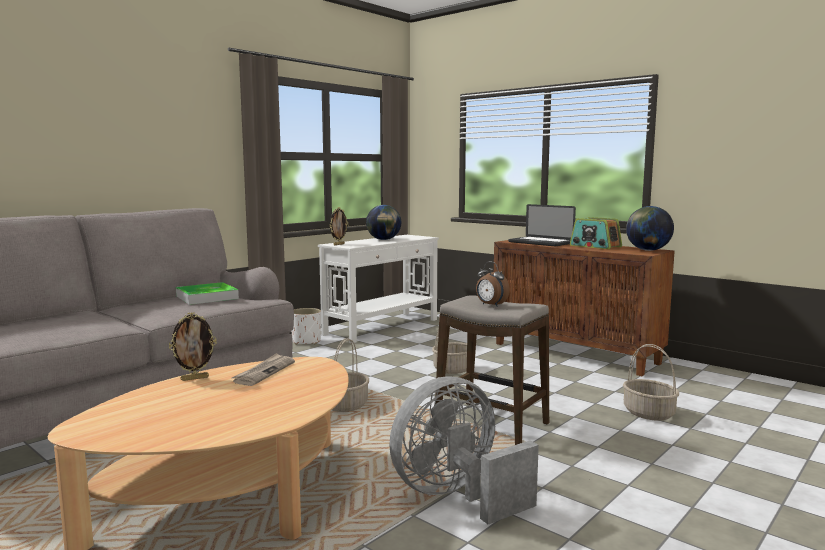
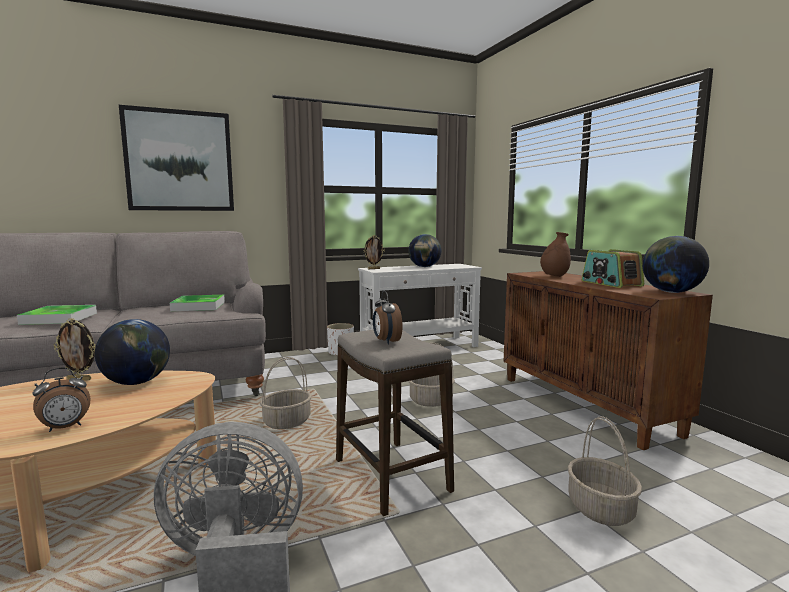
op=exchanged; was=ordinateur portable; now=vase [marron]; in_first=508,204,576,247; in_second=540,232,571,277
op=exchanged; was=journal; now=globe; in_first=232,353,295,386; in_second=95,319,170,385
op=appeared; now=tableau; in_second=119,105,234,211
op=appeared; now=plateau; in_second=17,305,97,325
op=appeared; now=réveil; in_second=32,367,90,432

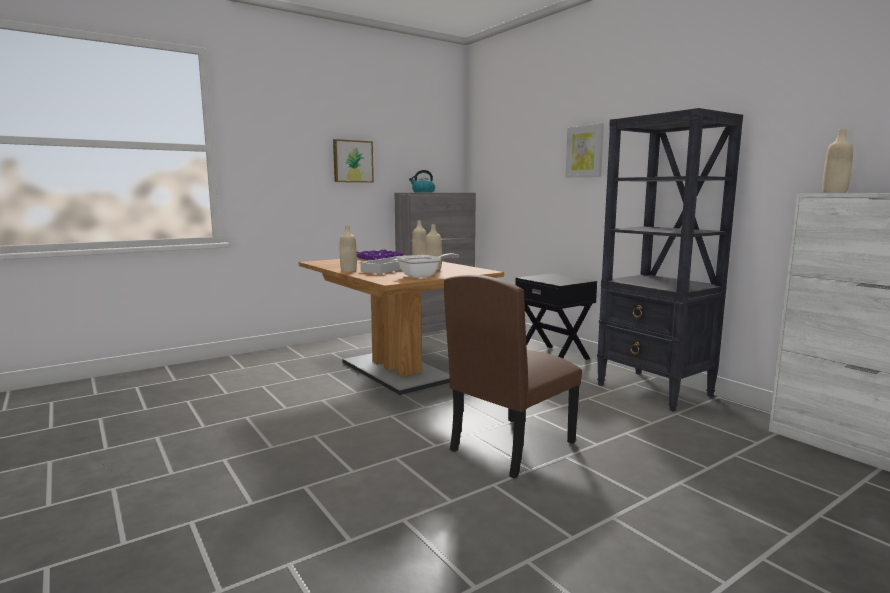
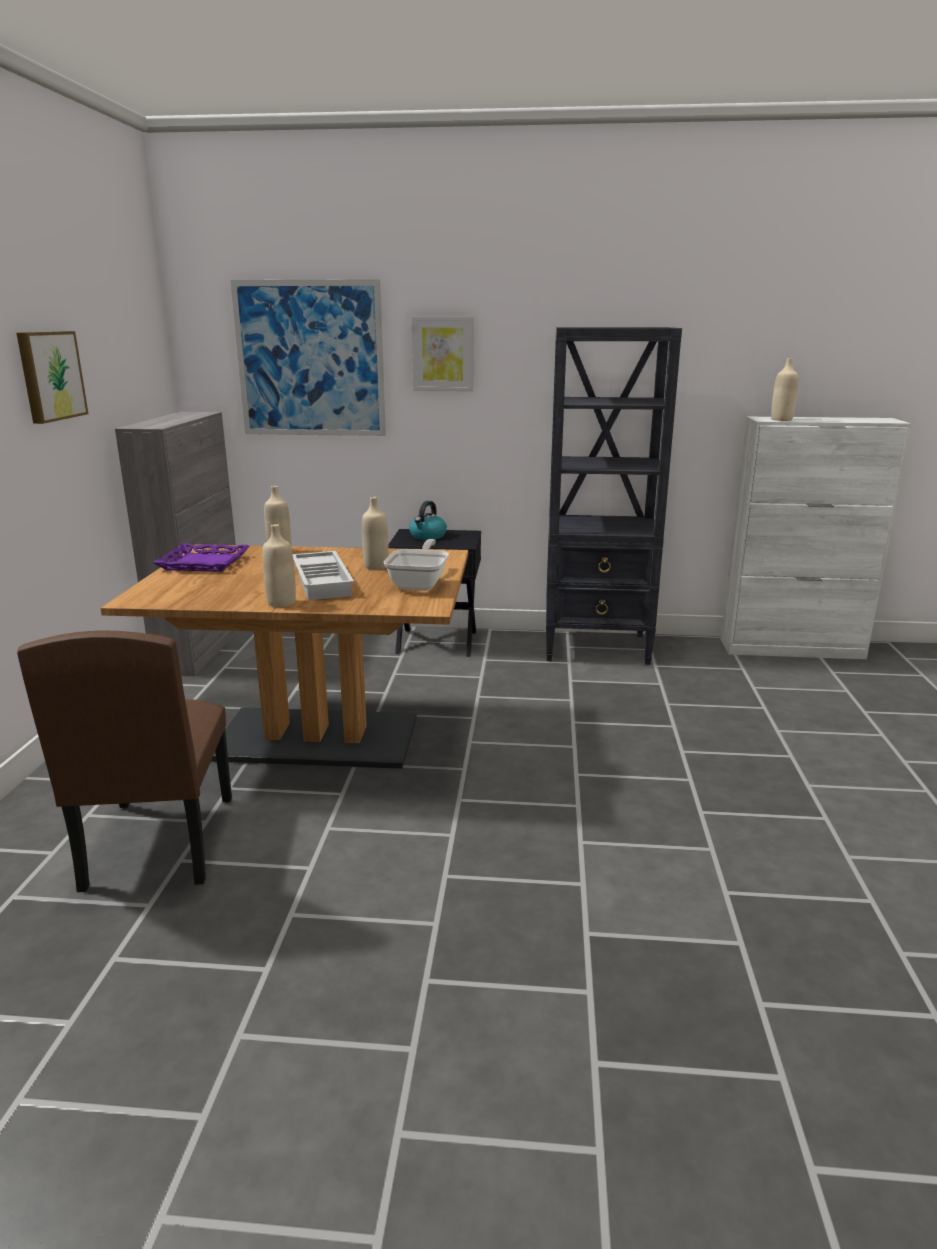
op=relocated; was=bouilloire; in_first=409,170,435,193; in_second=409,501,447,540
op=relocated; was=chaise [marron]; in_first=444,275,582,479; in_second=17,630,232,892
op=appeared; now=tableau; in_second=230,279,386,436

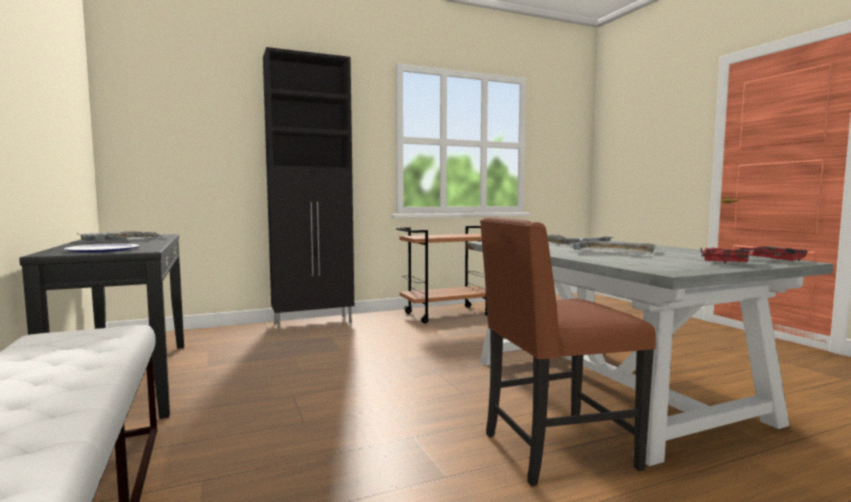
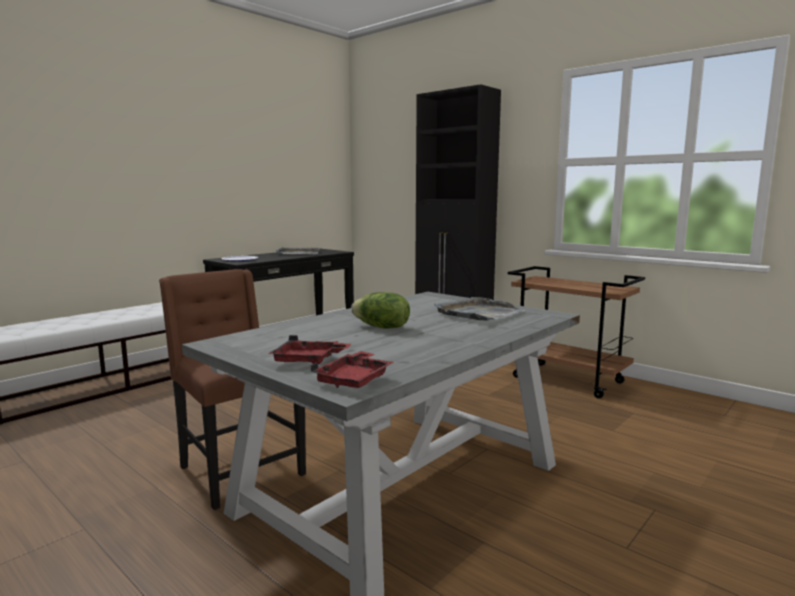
op=exchanged; was=plateau [gris]; now=laitue; in_first=570,239,656,255; in_second=351,292,410,329

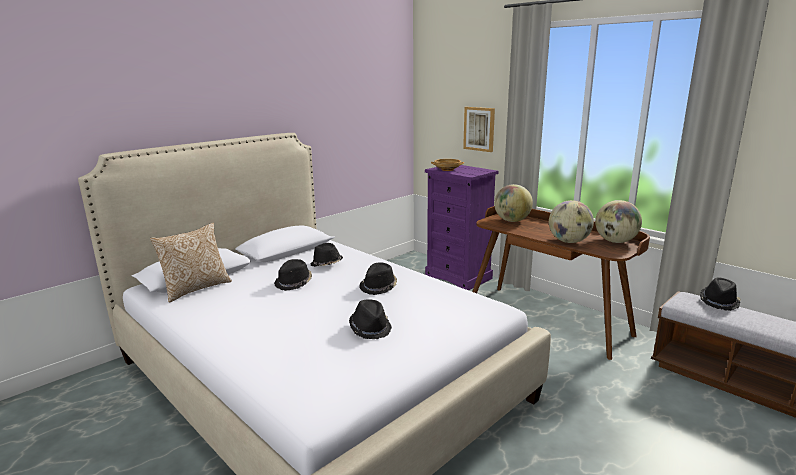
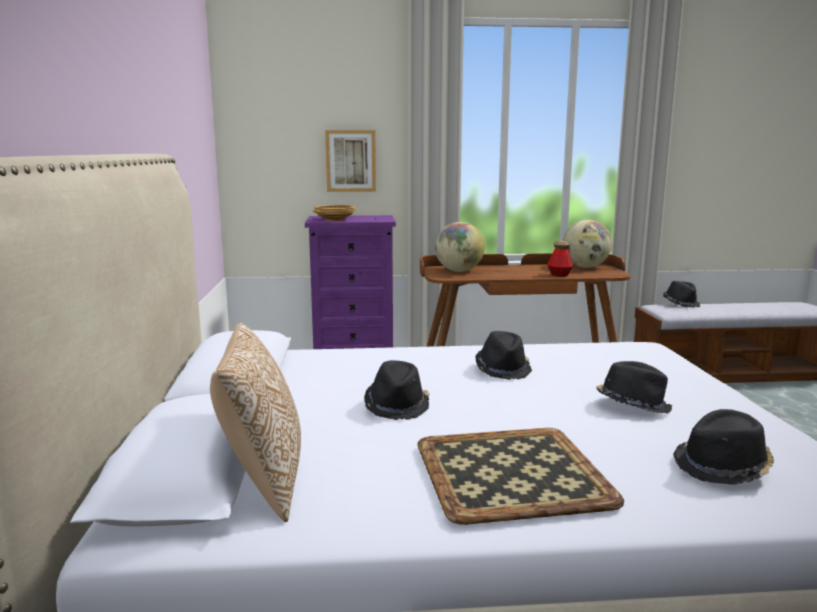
op=exchanged; was=globe; now=bouteille; in_first=549,200,594,243; in_second=547,241,573,276
op=relocated; was=chapeau [noir]; in_first=310,243,343,267; in_second=673,409,774,485
op=appeared; now=plateau; in_second=418,428,624,525

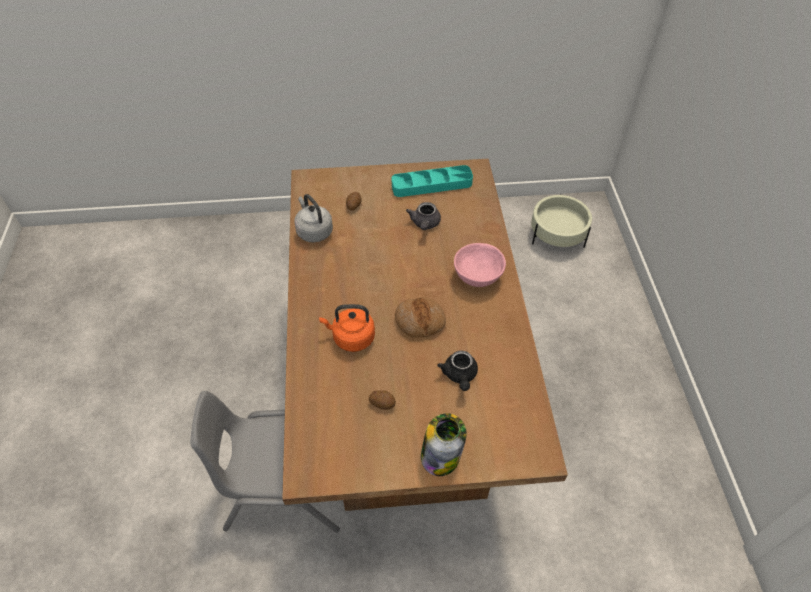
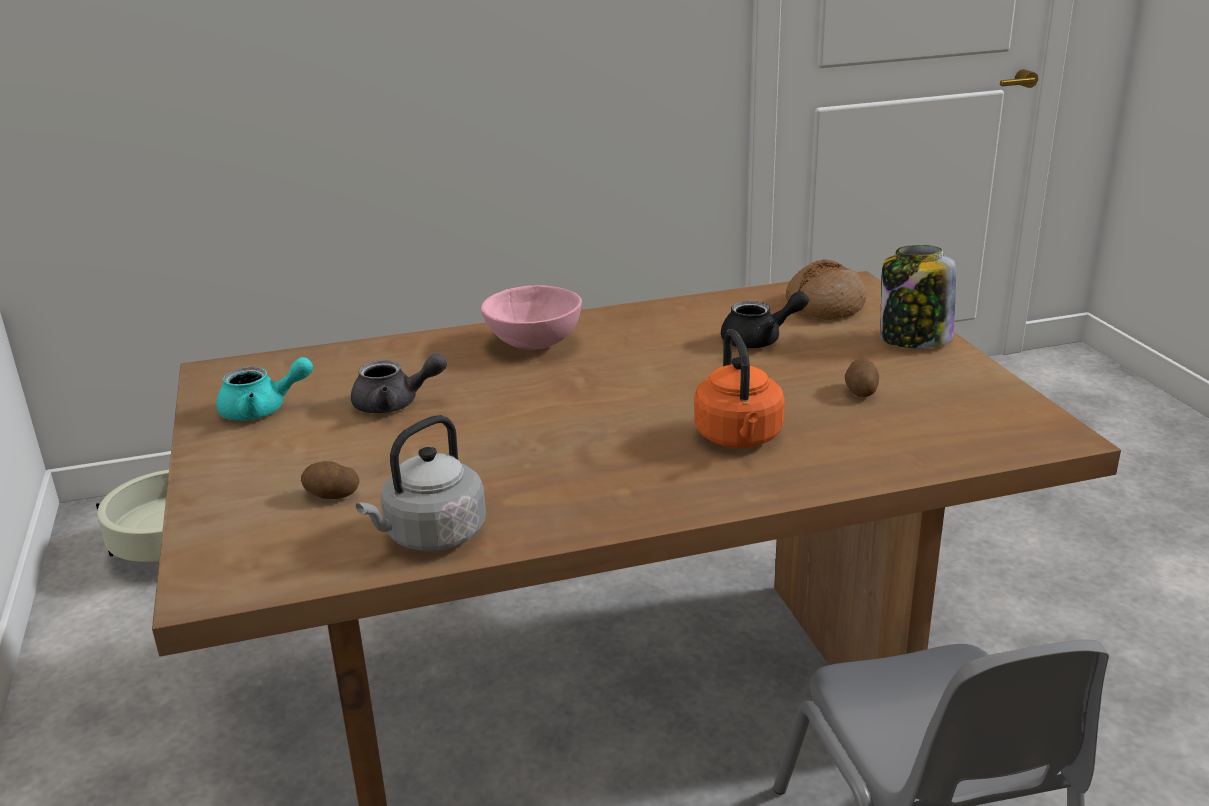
op=exchanged; was=plateau [turquoise]; now=théière [turquoise]; in_first=392,165,473,197; in_second=216,357,313,421
op=relocated; was=pain; in_first=395,297,446,338; in_second=786,259,866,320

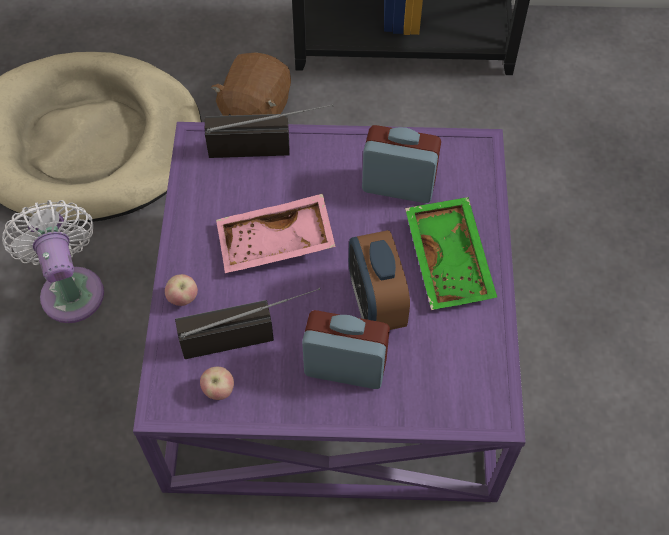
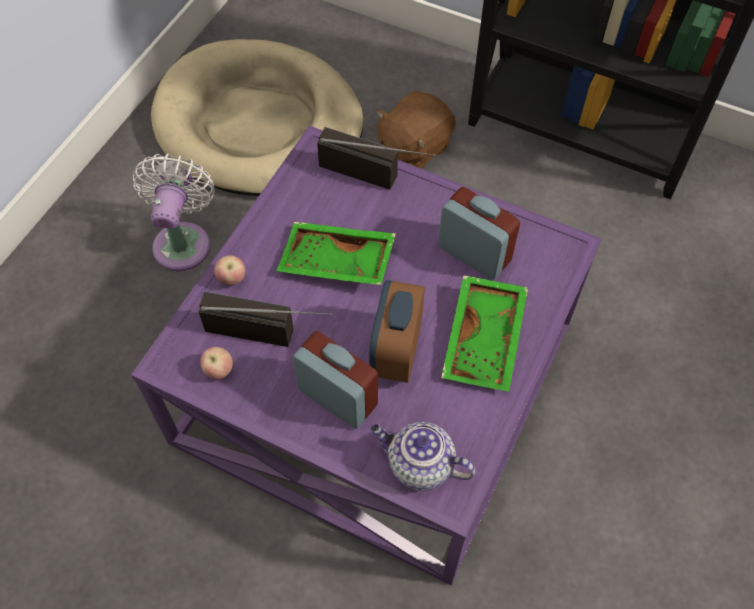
op=colour; was=plateau [rose]; now=plateau [vert]; in_first=216,194,336,273; in_second=276,222,396,285
op=appeared; now=théière; in_second=370,422,475,491

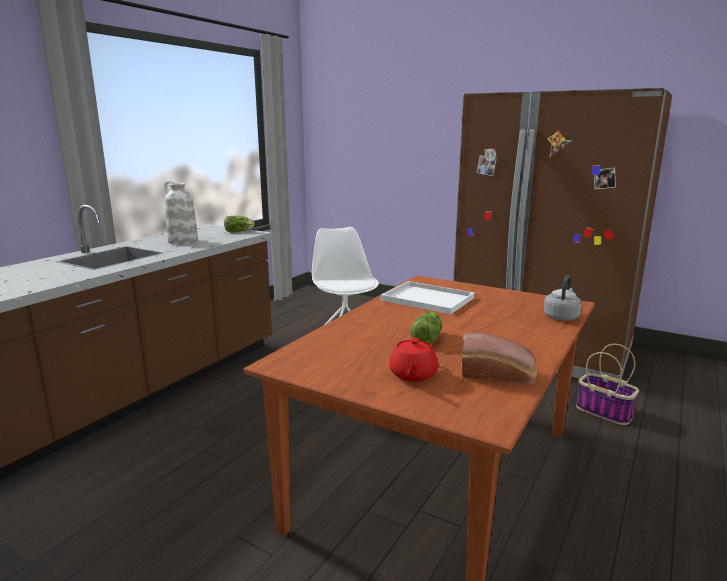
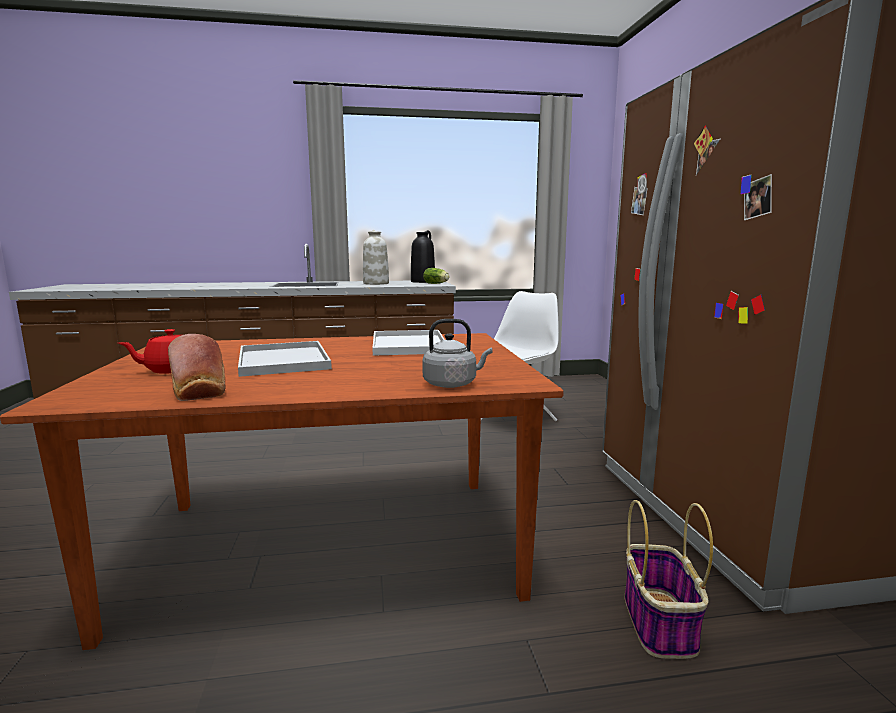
op=exchanged; was=laitue; now=plateau [blanc]; in_first=410,312,442,344; in_second=238,341,332,377
op=appeared; now=vase [noir]; in_second=411,230,435,283

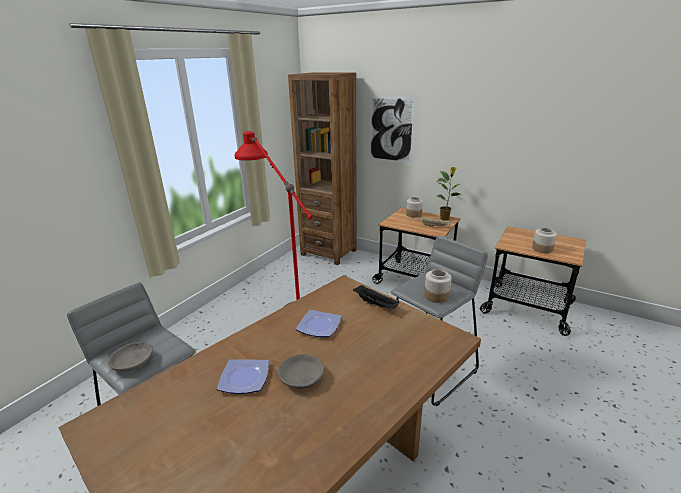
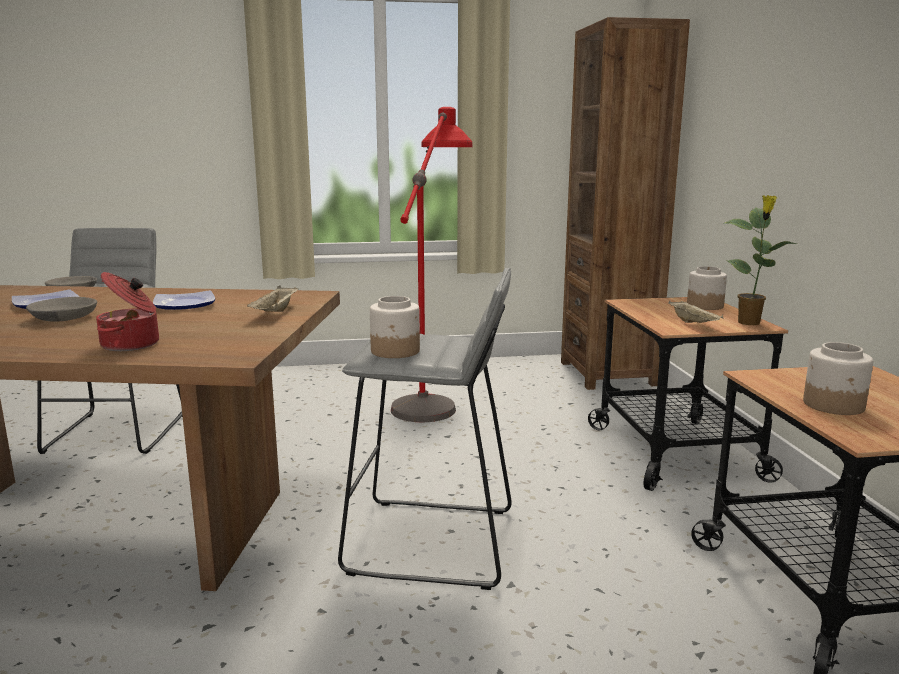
op=missing; was=tableau; in_first=370,96,415,163
op=colour; was=plateau [noir]; now=plateau [beige]; in_first=353,285,399,310; in_second=247,285,298,312
op=appeared; now=marmite; in_second=96,272,159,351

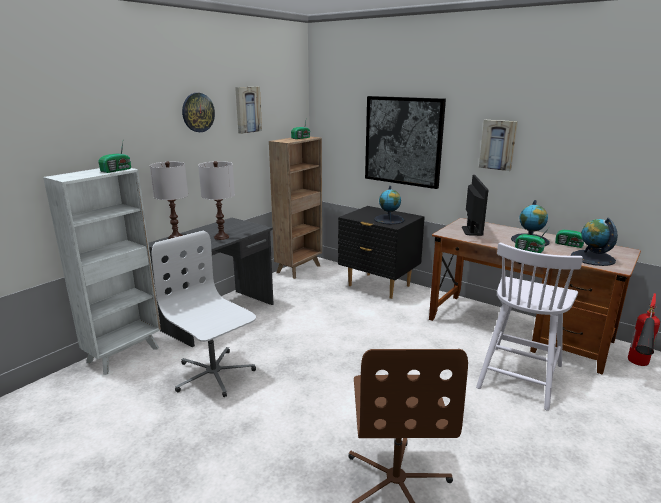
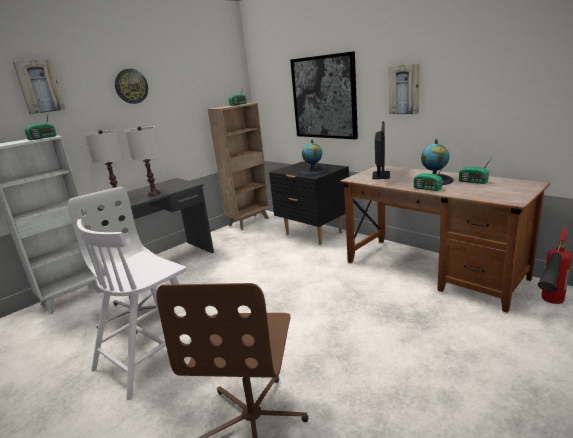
op=relocated; was=tableau; in_first=235,87,262,134; in_second=13,60,65,114
op=missing; was=globe; in_first=571,218,618,266
op=relocated; was=chaise [blanc]; in_first=476,242,583,411; in_second=77,219,187,400

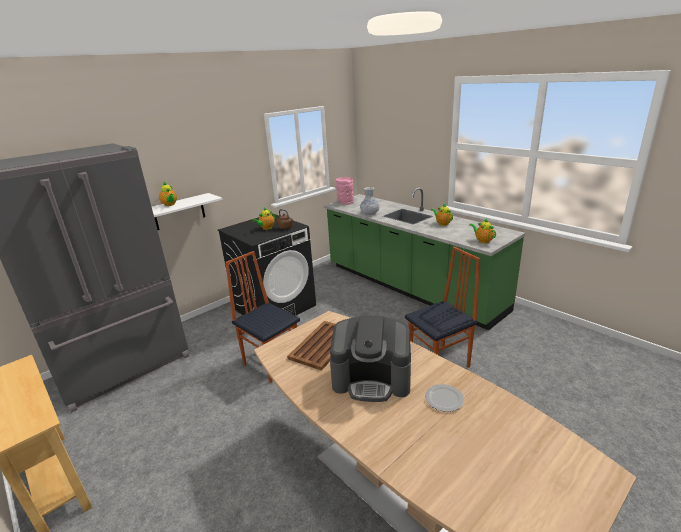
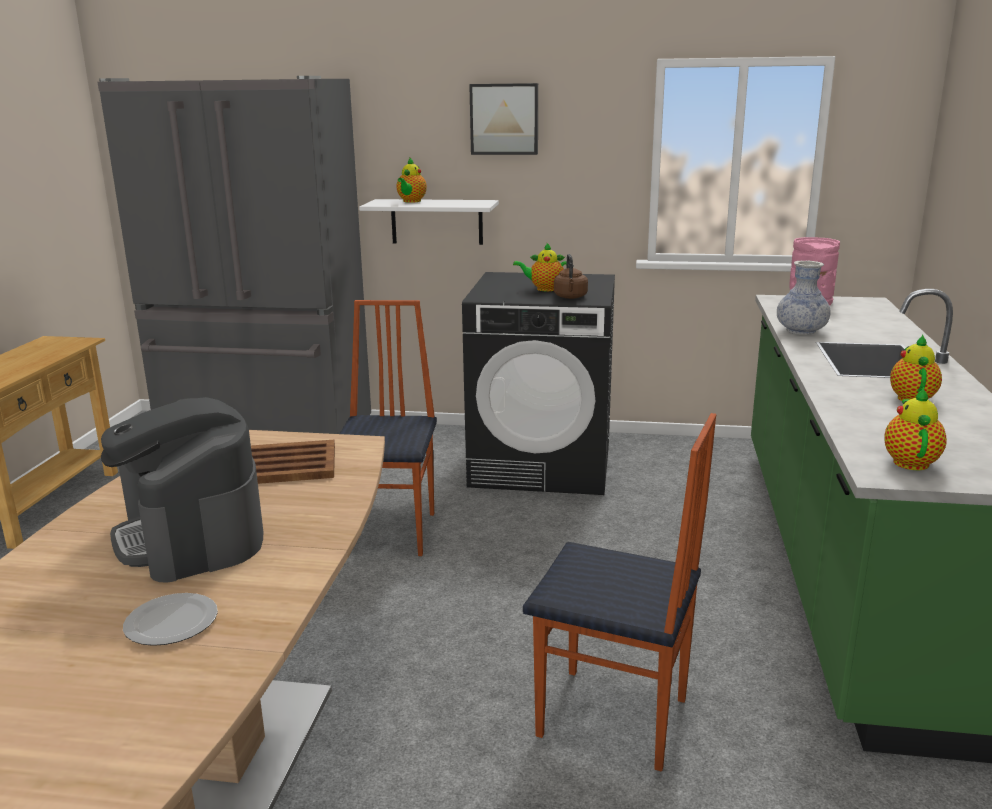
op=appeared; now=tableau; in_second=469,83,538,155

